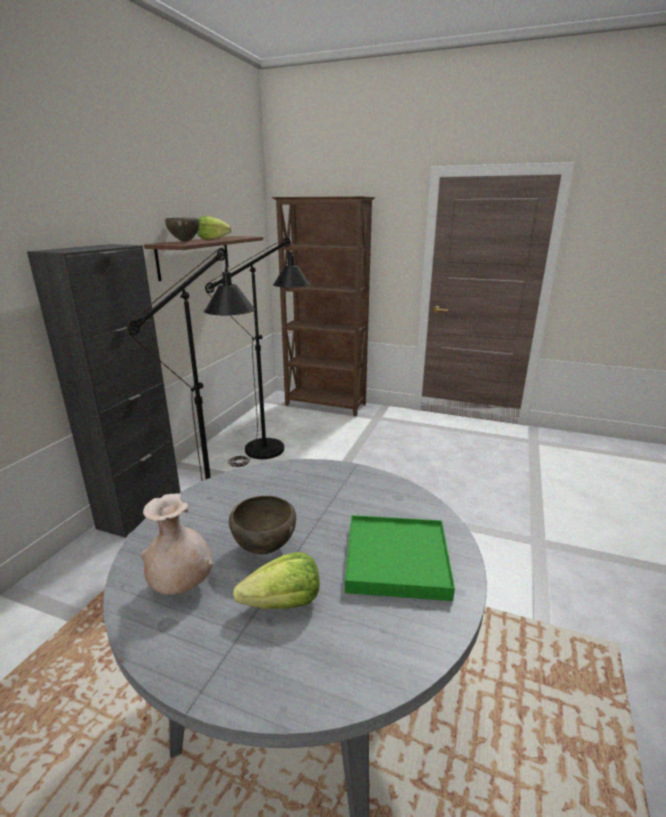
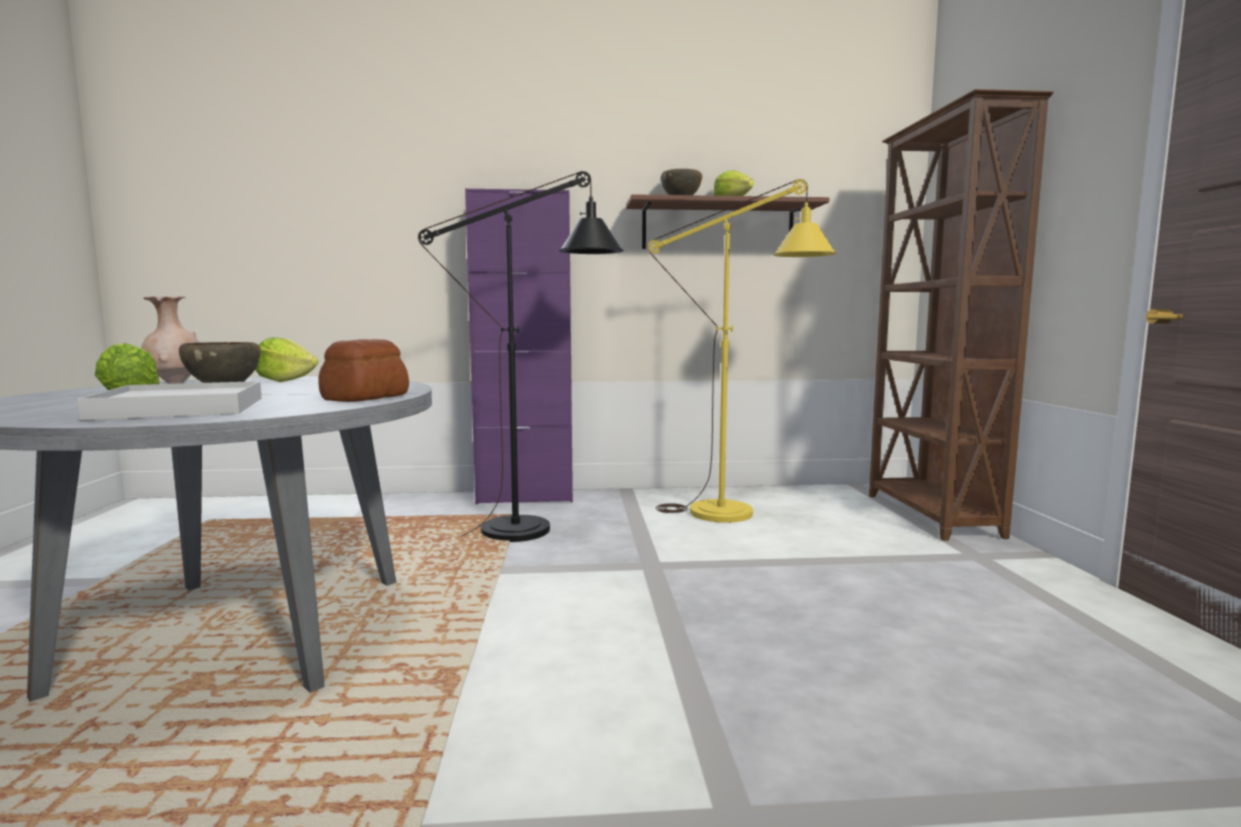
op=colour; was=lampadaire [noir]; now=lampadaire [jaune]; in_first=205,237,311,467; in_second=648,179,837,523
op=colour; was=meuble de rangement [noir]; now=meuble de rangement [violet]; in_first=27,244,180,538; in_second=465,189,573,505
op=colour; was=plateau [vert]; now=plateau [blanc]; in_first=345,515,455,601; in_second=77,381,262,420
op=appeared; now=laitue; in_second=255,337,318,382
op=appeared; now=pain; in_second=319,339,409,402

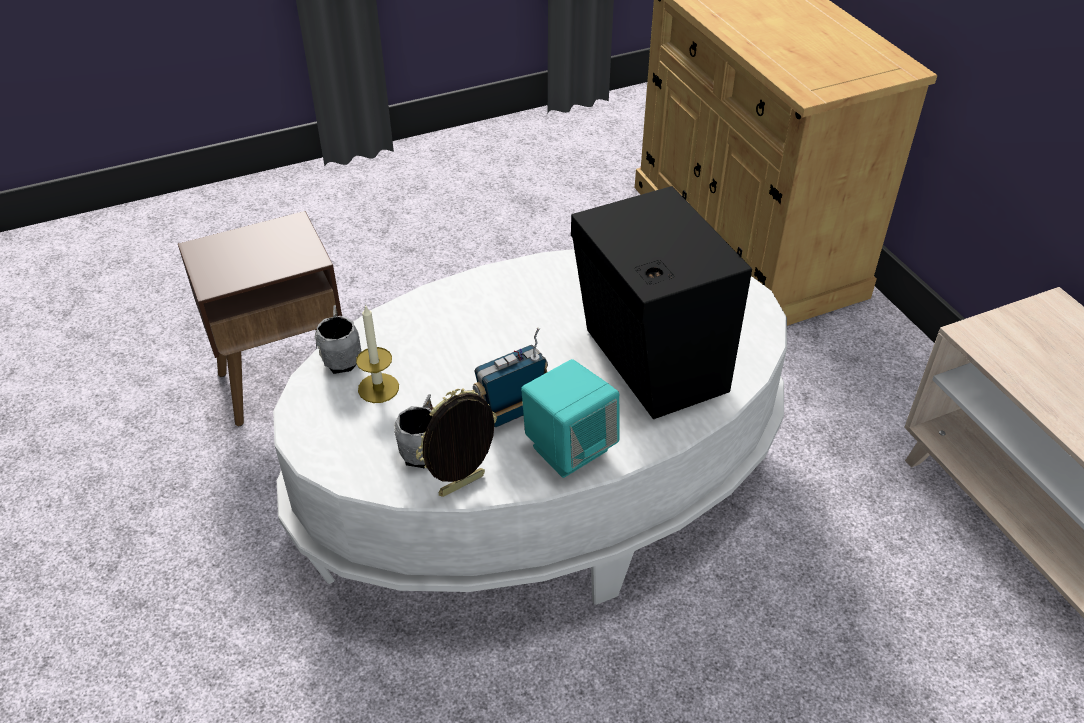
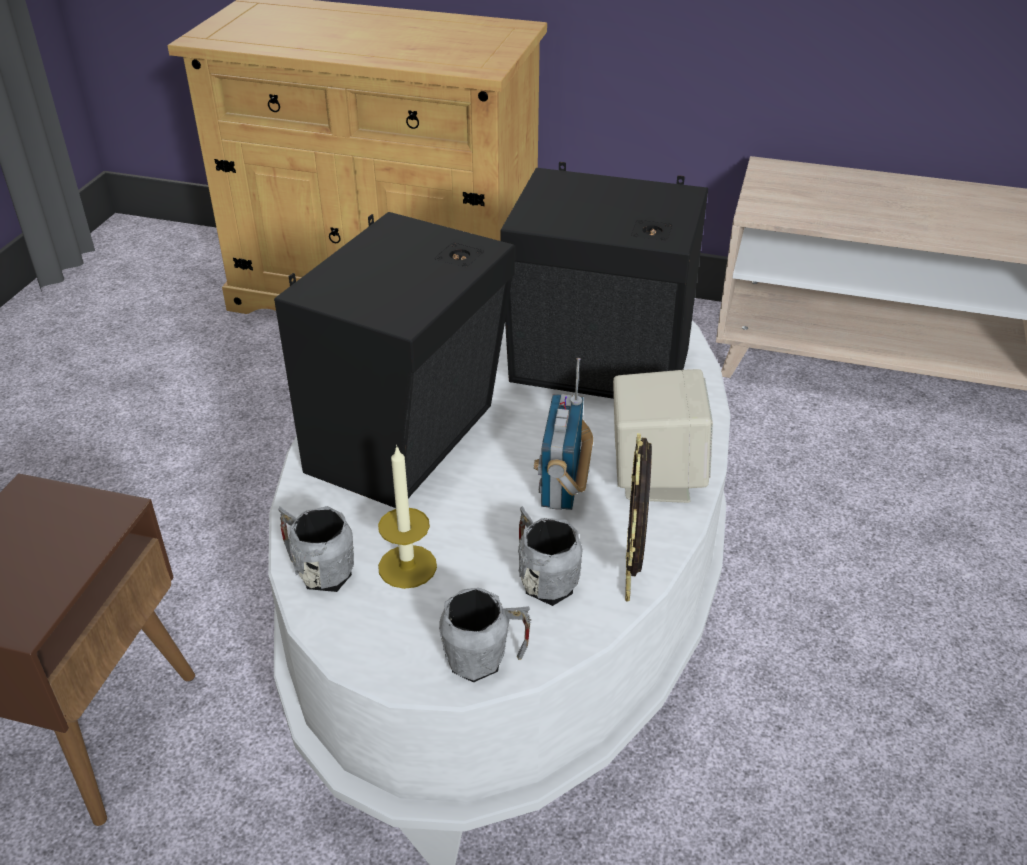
op=colour; was=enceinte [turquoise]; now=enceinte [beige]; in_first=521,359,620,478; in_second=613,369,713,503
op=appeared; now=enceinte [noir]; in_second=274,212,515,508
op=appeared; now=mug [gris]; in_second=439,588,531,683

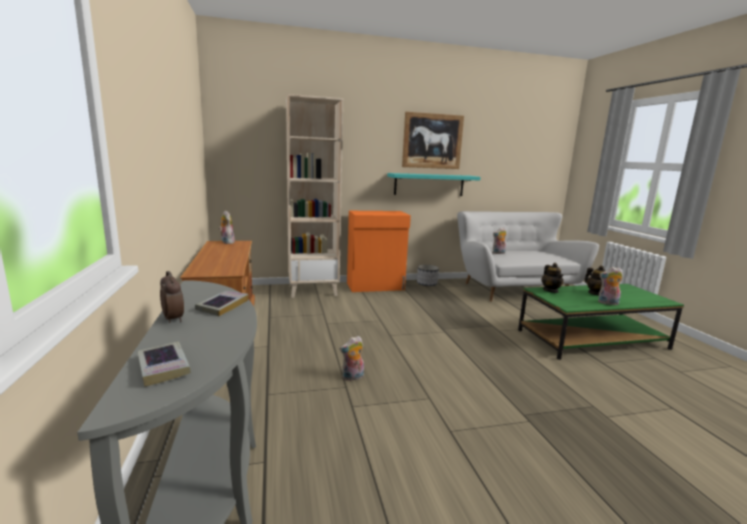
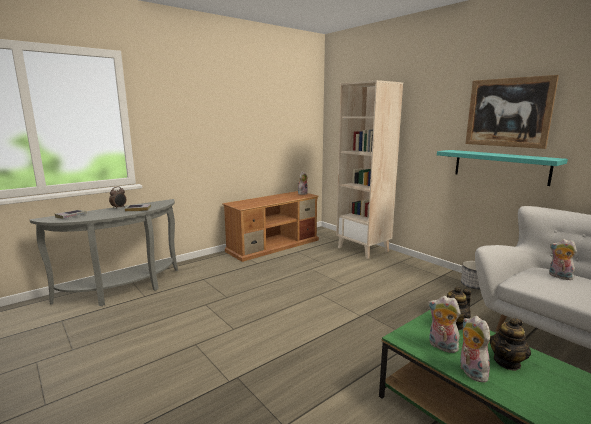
op=missing; was=meuble de rangement [orange]; in_first=347,211,411,292
op=relocated; was=peluche; in_first=340,336,364,381; in_second=428,296,461,353

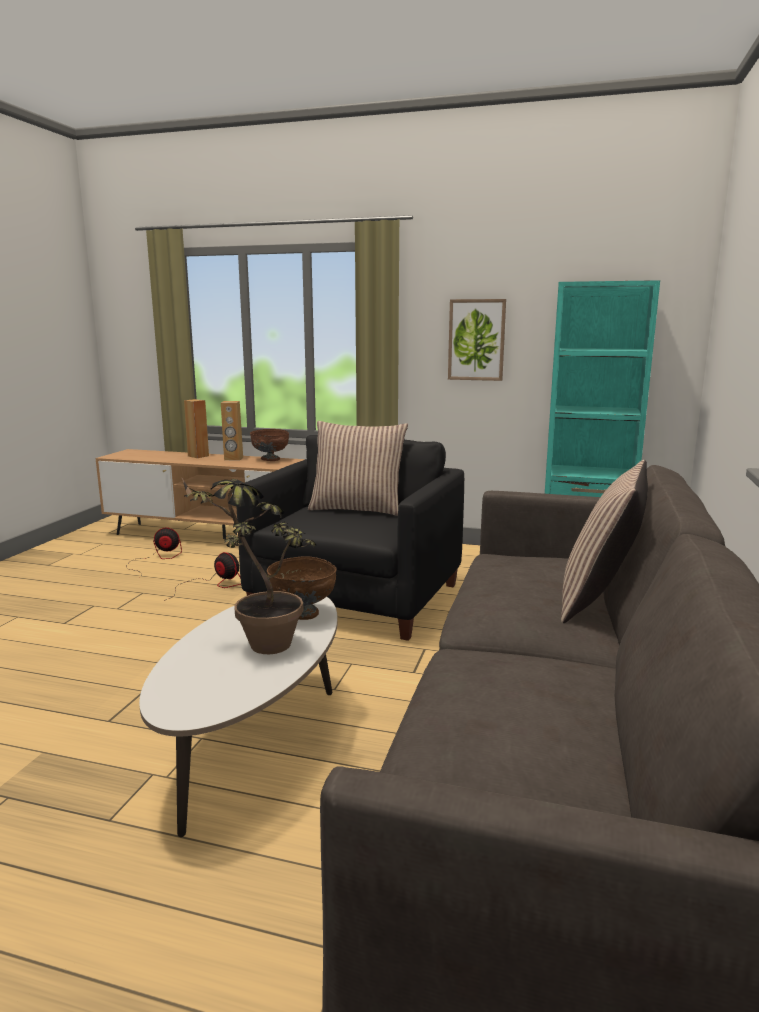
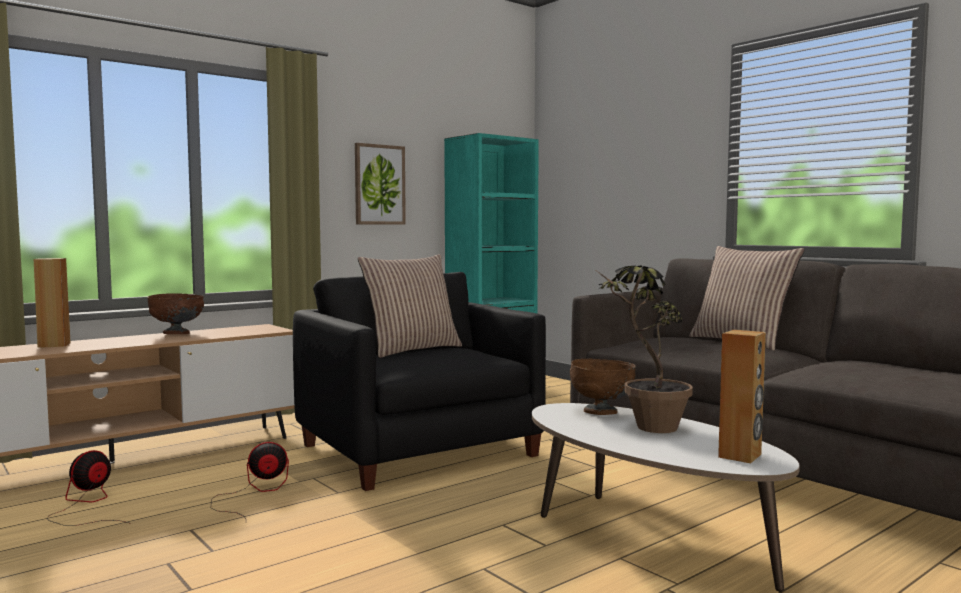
op=relocated; was=enceinte [marron]; in_first=221,401,243,460; in_second=718,330,766,463

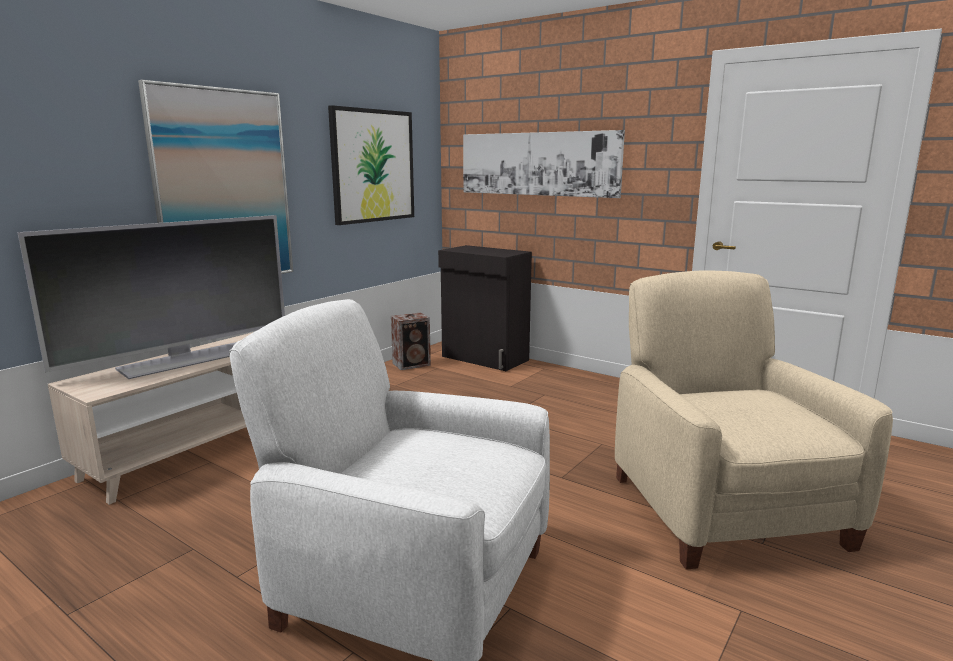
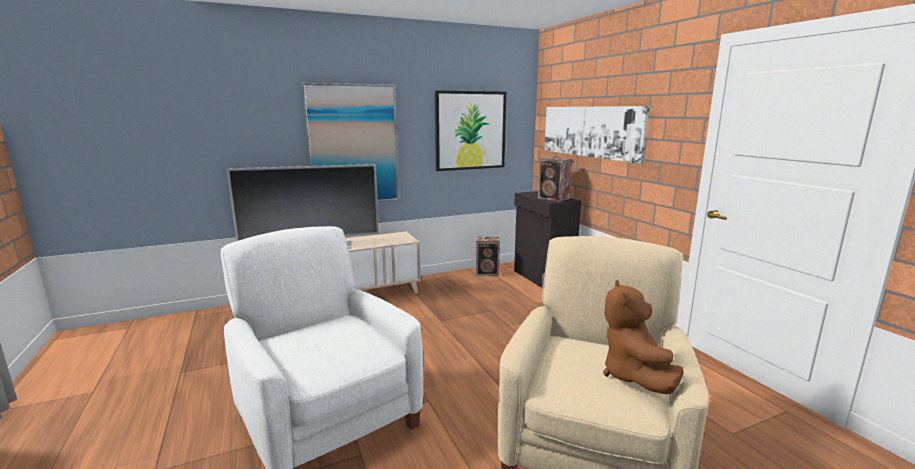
op=appeared; now=enceinte; in_second=538,156,573,202
op=appeared; now=peluche [marron]; in_second=603,280,684,394

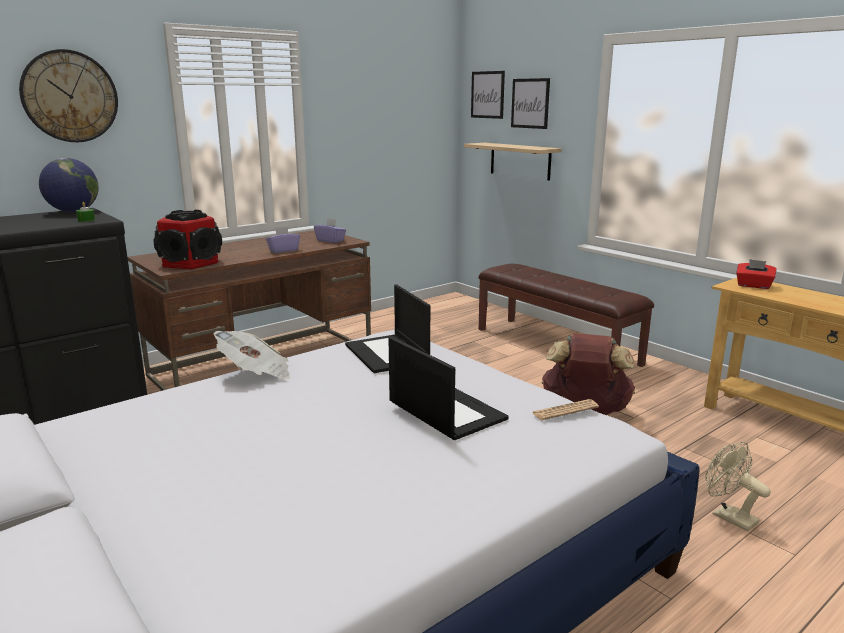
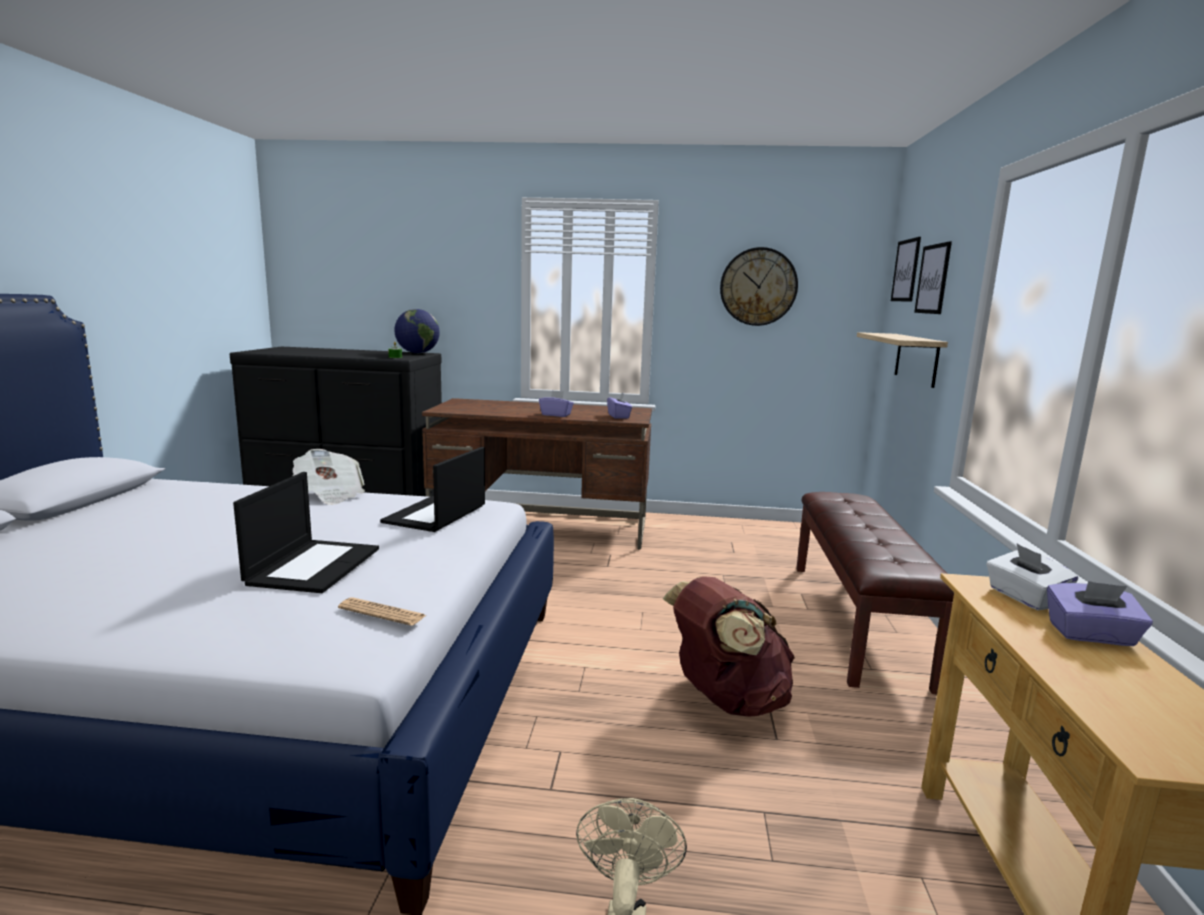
op=relocated; was=horloge murale; in_first=19,49,118,142; in_second=720,247,798,326
op=missing; was=enceinte; in_first=153,210,222,269
op=colour; was=boîte à mouchoirs [rouge]; now=boîte à mouchoirs [blanc]; in_first=736,259,777,289; in_second=986,544,1078,610
op=appeared; now=boîte à mouchoirs [violet]; in_second=1047,581,1153,646

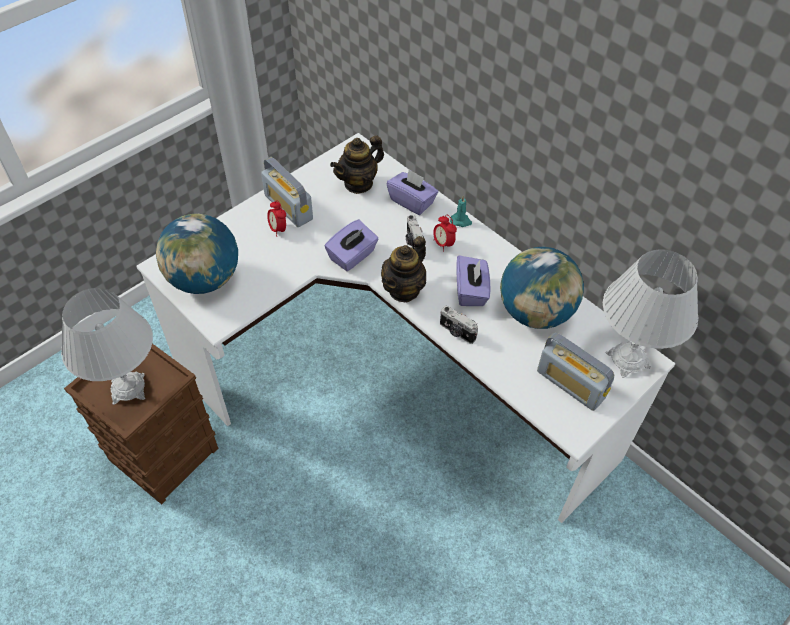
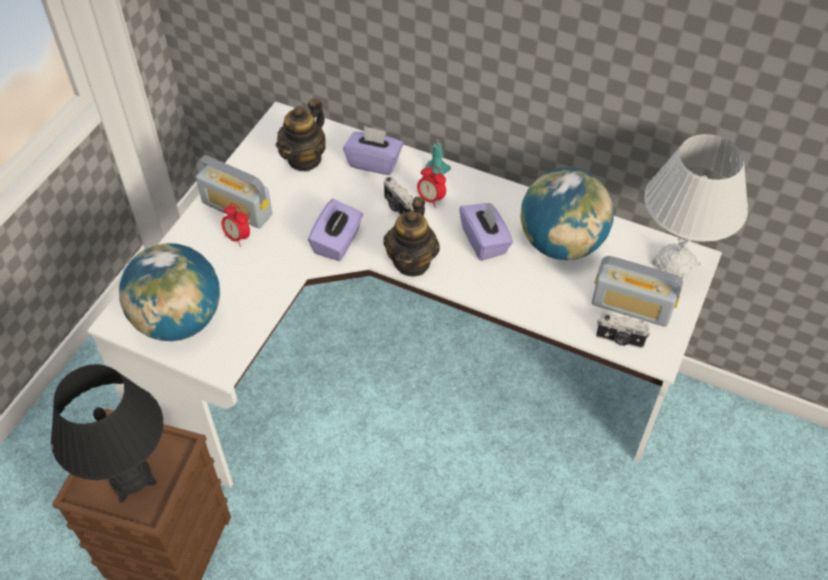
op=colour; was=lampe de table [blanc]; now=lampe de table [noir]; in_first=61,288,153,405; in_second=51,364,163,503
op=relocated; was=appareil photo; in_first=440,305,478,344; in_second=596,313,650,348

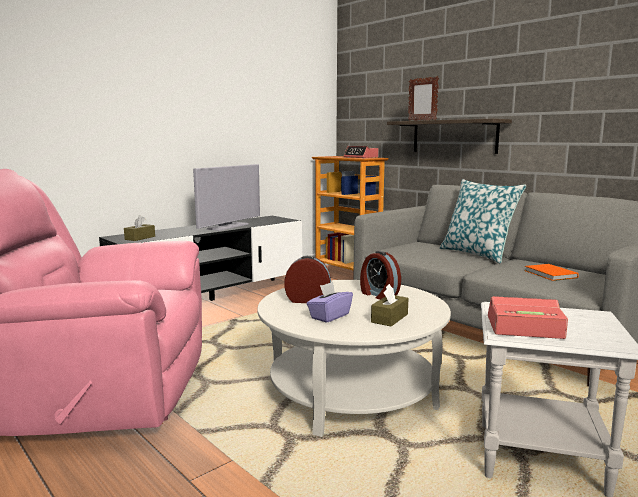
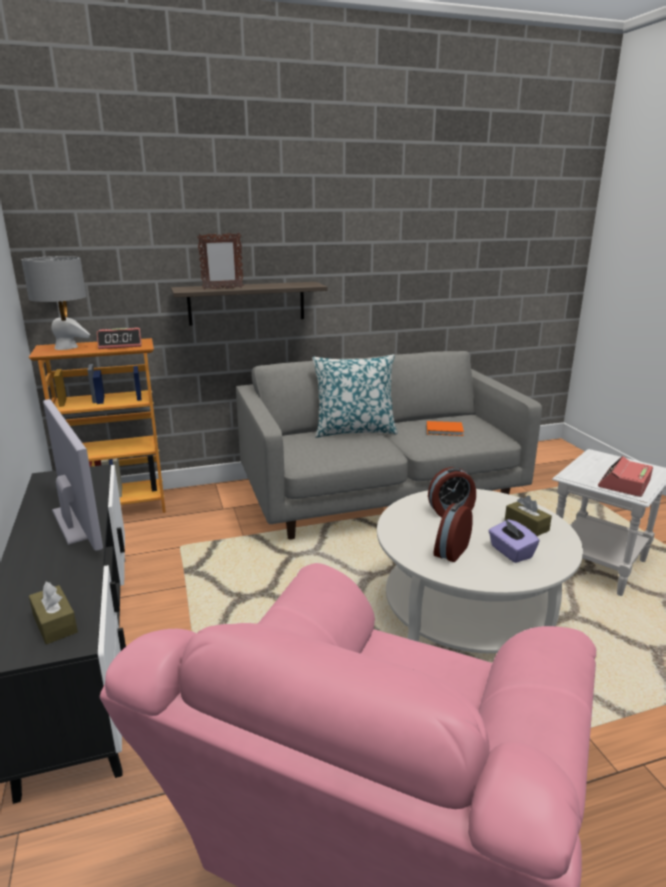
op=appeared; now=lampe de table [gris]; in_second=21,256,90,350

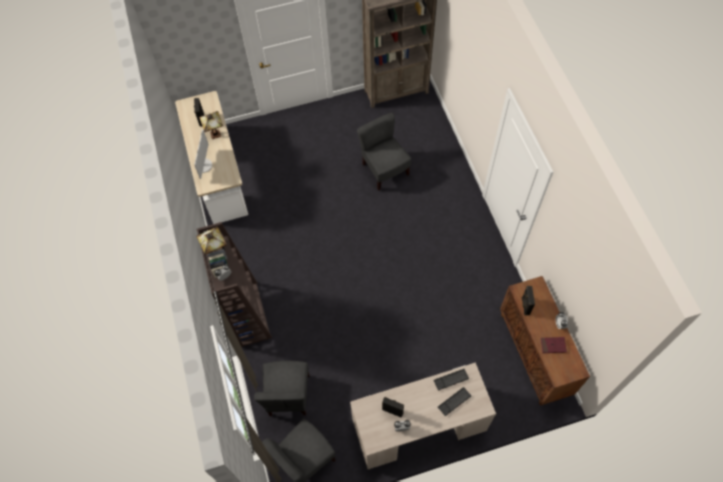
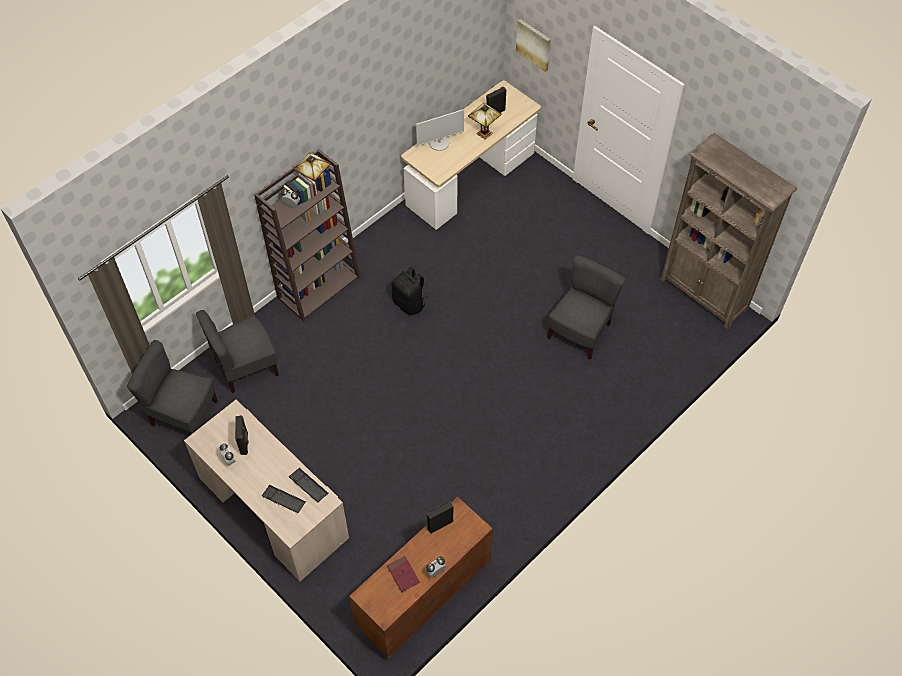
op=appeared; now=tableau; in_second=516,19,551,72
op=appeared; now=sac à dos [noir]; in_second=392,267,428,315

